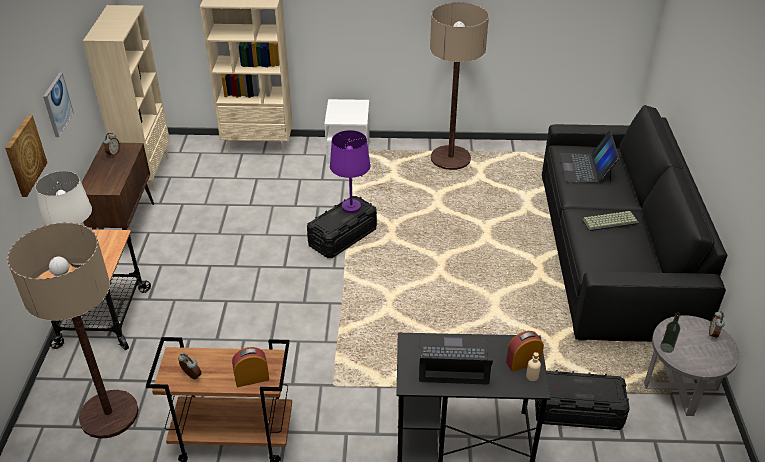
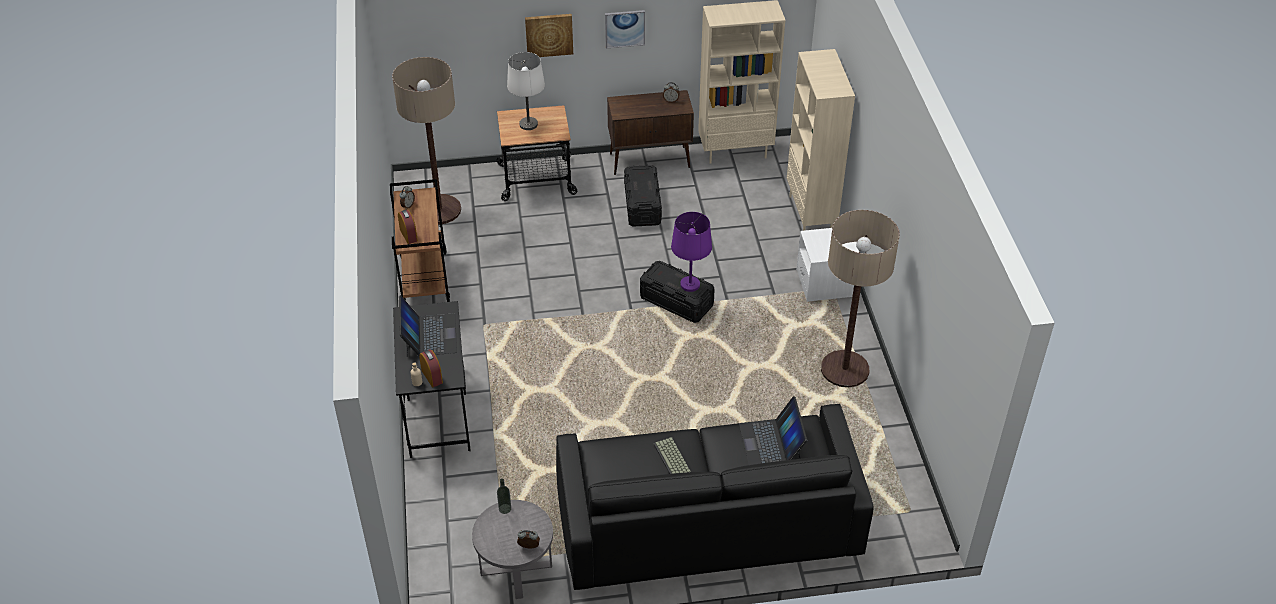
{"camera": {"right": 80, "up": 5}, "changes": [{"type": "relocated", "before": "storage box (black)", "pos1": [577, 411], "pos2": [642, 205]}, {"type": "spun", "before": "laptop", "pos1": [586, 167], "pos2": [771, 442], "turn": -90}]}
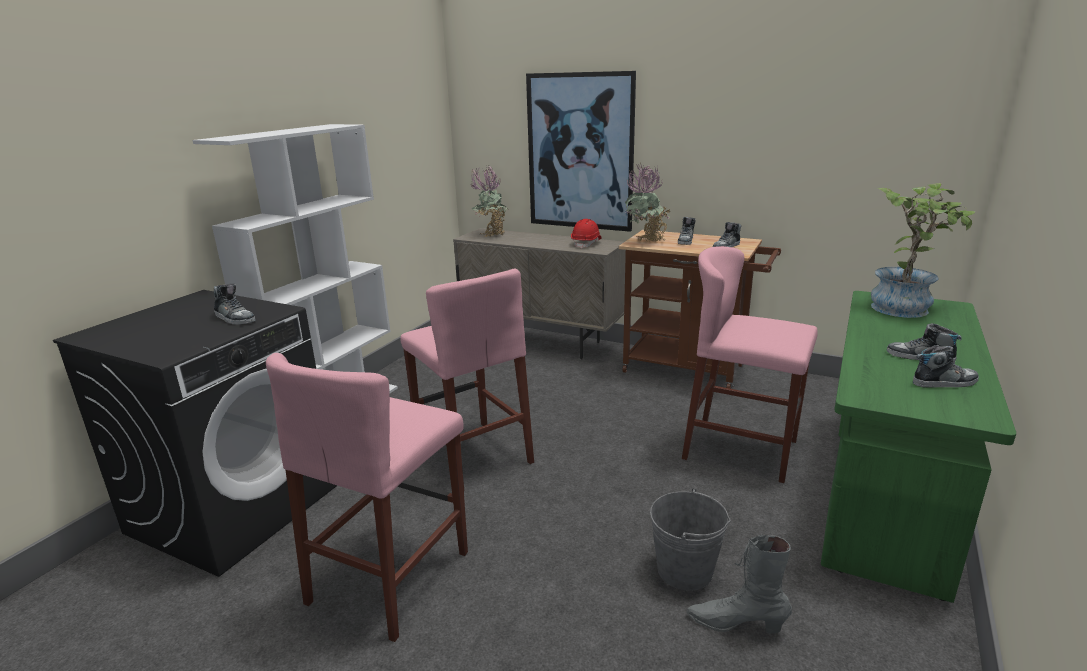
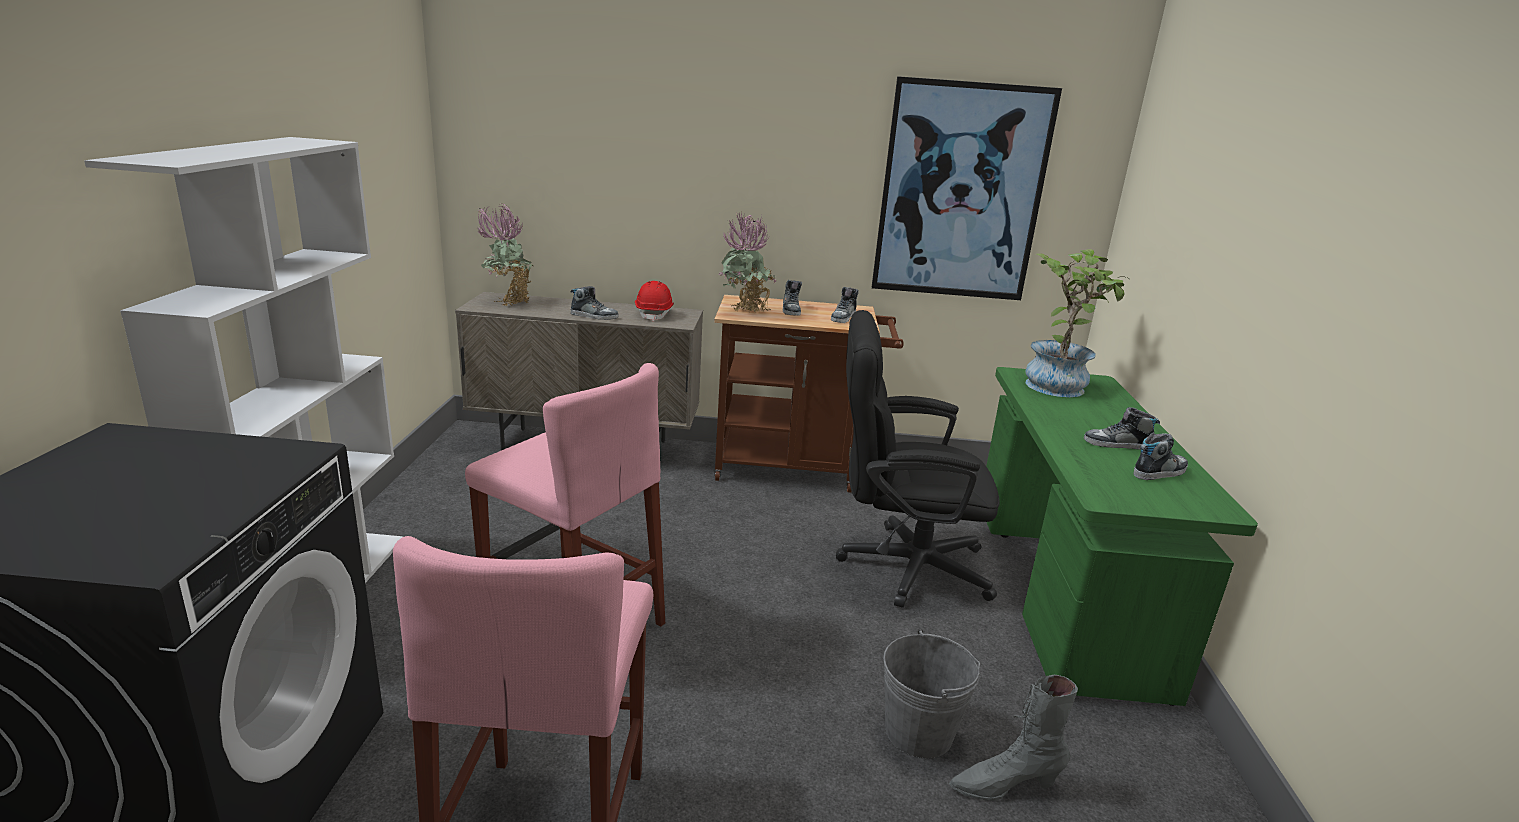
{"camera": {"right": -25, "up": 0}, "changes": [{"type": "relocated", "before": "shoe", "pos1": [235, 318], "pos2": [594, 316]}, {"type": "exchanged", "before": "stool (pink)", "after": "office chair (black)", "pos1": [740, 449], "pos2": [899, 565]}, {"type": "relocated", "before": "picture", "pos1": [580, 152], "pos2": [961, 192]}]}
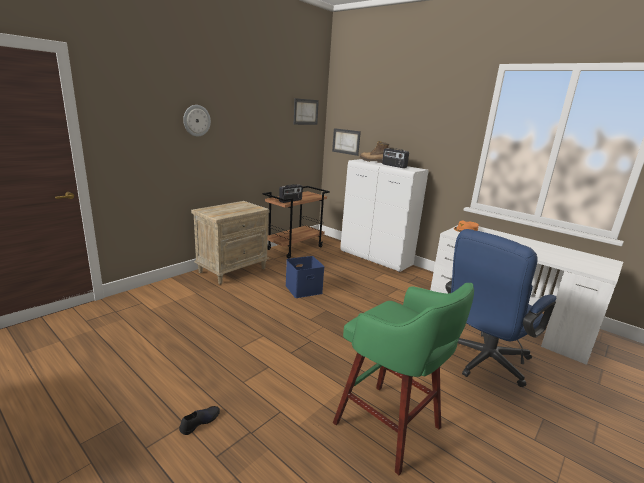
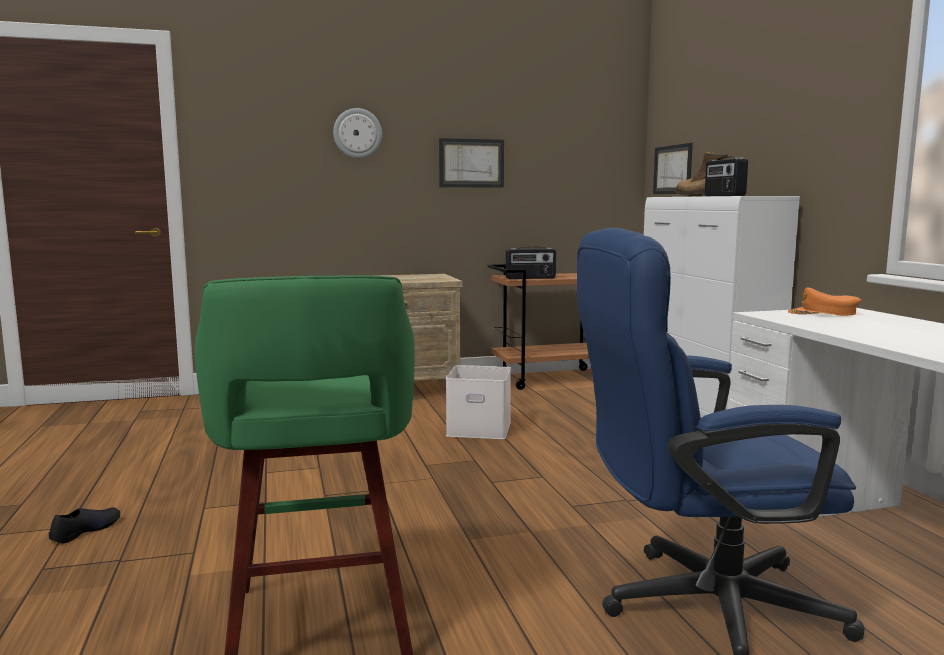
{"camera": {"right": 35, "up": -10}, "changes": [{"type": "spun", "before": "shoe (black)", "pos1": [200, 422], "pos2": [86, 530], "turn": -45}, {"type": "relocated", "before": "picture", "pos1": [305, 112], "pos2": [471, 163]}, {"type": "colour", "before": "storage box (blue)", "after": "storage box (white)", "pos1": [304, 289], "pos2": [480, 428]}]}
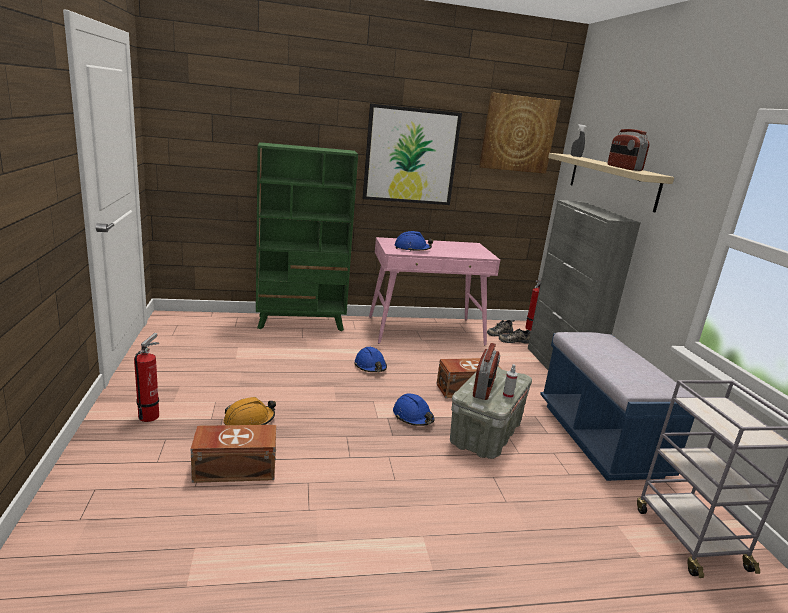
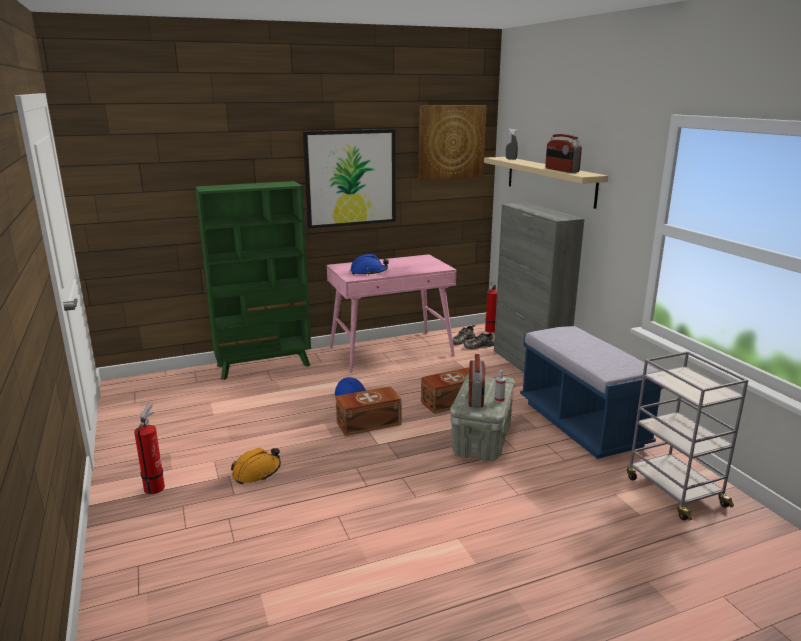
{"camera": {"right": -10, "up": 0}, "changes": [{"type": "relocated", "before": "storage box (brown)", "pos1": [234, 468], "pos2": [367, 423]}, {"type": "missing", "before": "hard hat (blue)", "pos1": [413, 417]}]}
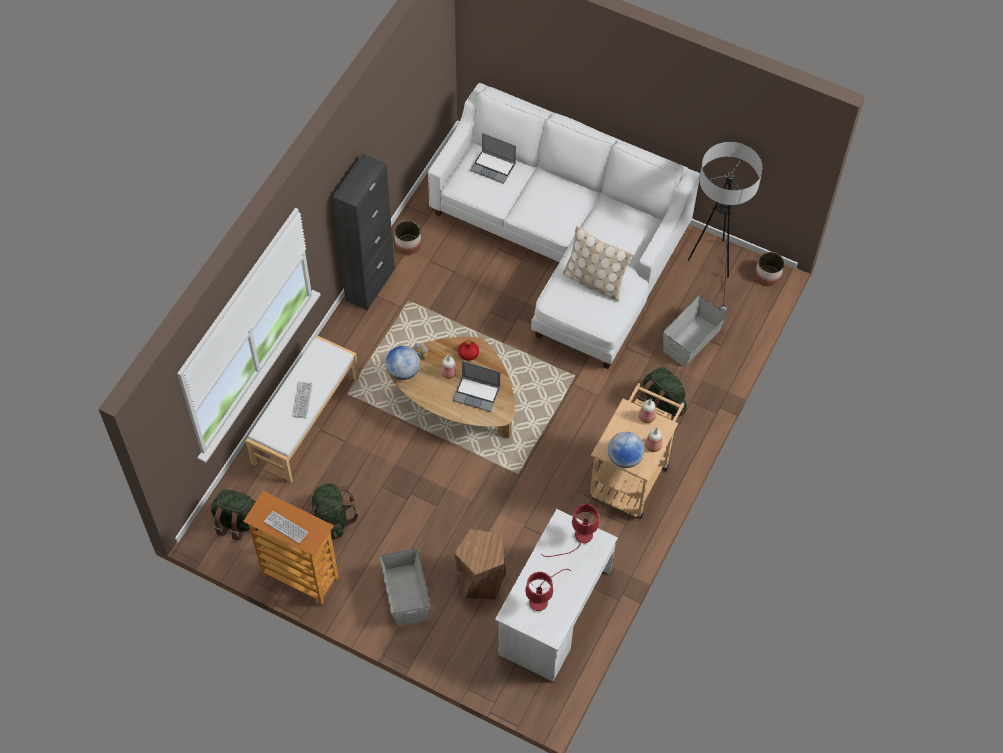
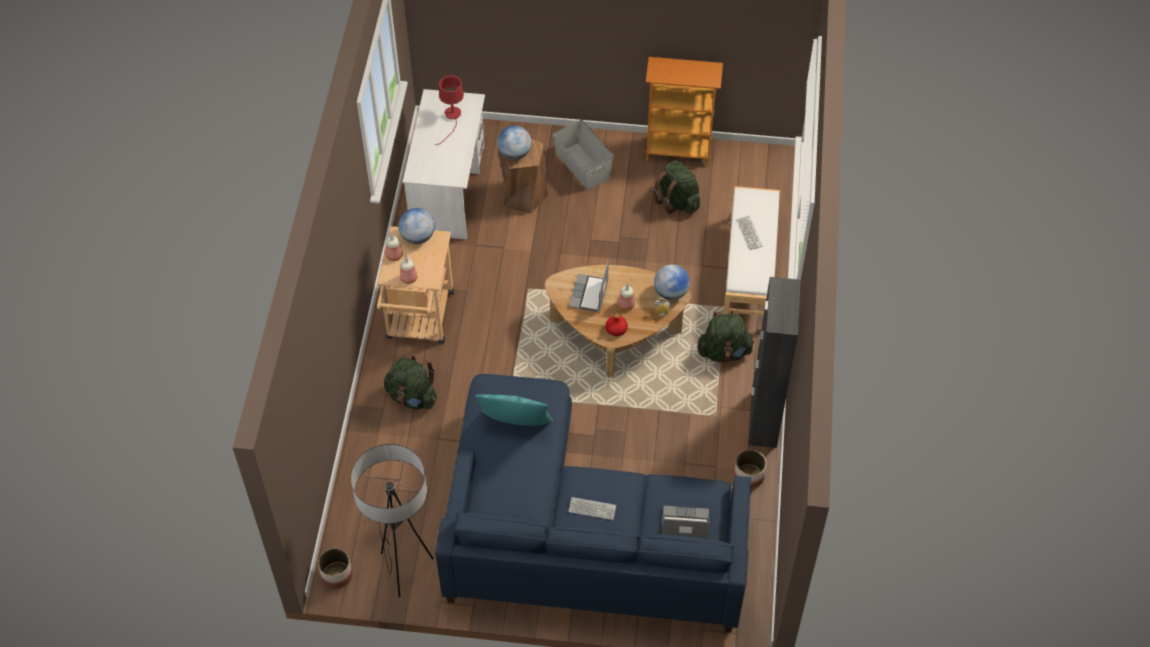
{"camera": {"right": 160, "up": -5}, "changes": [{"type": "colour", "before": "sofa (white)", "after": "sofa (blue)", "pos1": [565, 244], "pos2": [578, 535]}, {"type": "colour", "before": "pillow (beige)", "after": "pillow (turquoise)", "pos1": [594, 281], "pos2": [515, 424]}, {"type": "appeared", "after": "globe", "pos2": [514, 154]}, {"type": "spun", "before": "laptop", "pos1": [477, 394], "pos2": [589, 295], "turn": -75}, {"type": "relocated", "before": "keyboard", "pos1": [286, 527], "pos2": [592, 509]}, {"type": "relocated", "before": "backpack (green)", "pos1": [238, 521], "pos2": [724, 352]}, {"type": "missing", "before": "table lamp (red)", "pos1": [579, 539]}, {"type": "missing", "before": "storage box (grey)", "pos1": [691, 340]}]}
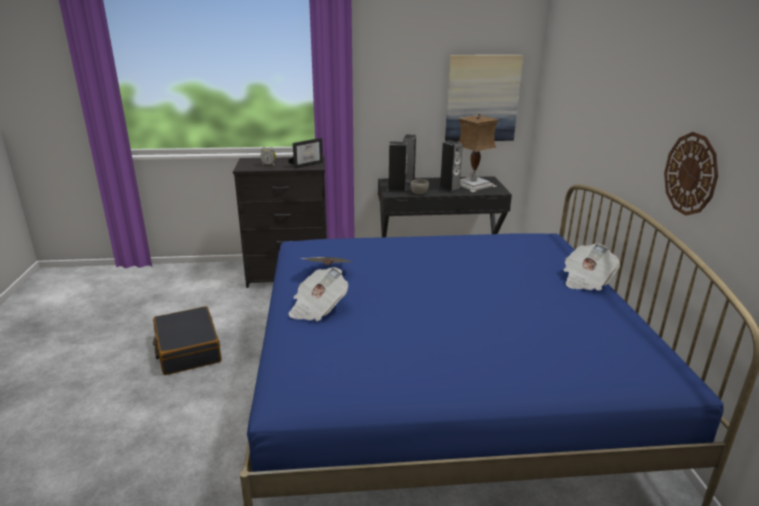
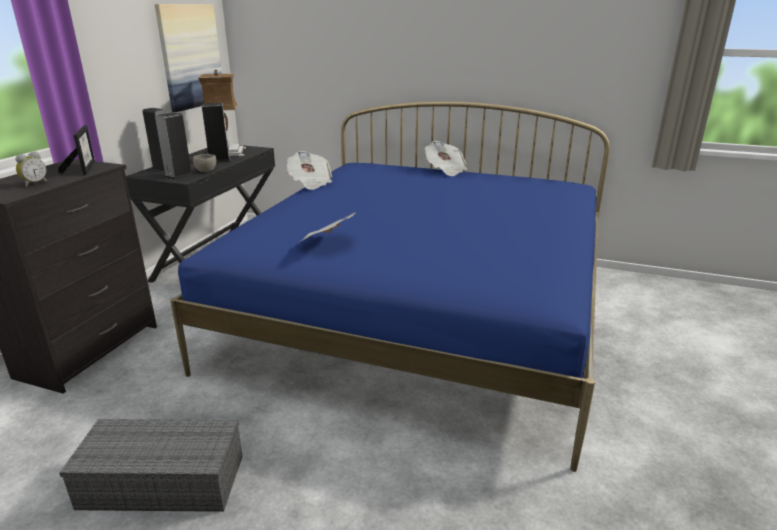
{"camera": {"right": -65, "up": 0}, "changes": [{"type": "exchanged", "before": "suitcase (black)", "after": "storage box (grey)", "pos1": [187, 350], "pos2": [165, 480]}, {"type": "relocated", "before": "newspaper", "pos1": [317, 308], "pos2": [310, 182]}, {"type": "missing", "before": "wall clock", "pos1": [691, 174]}]}
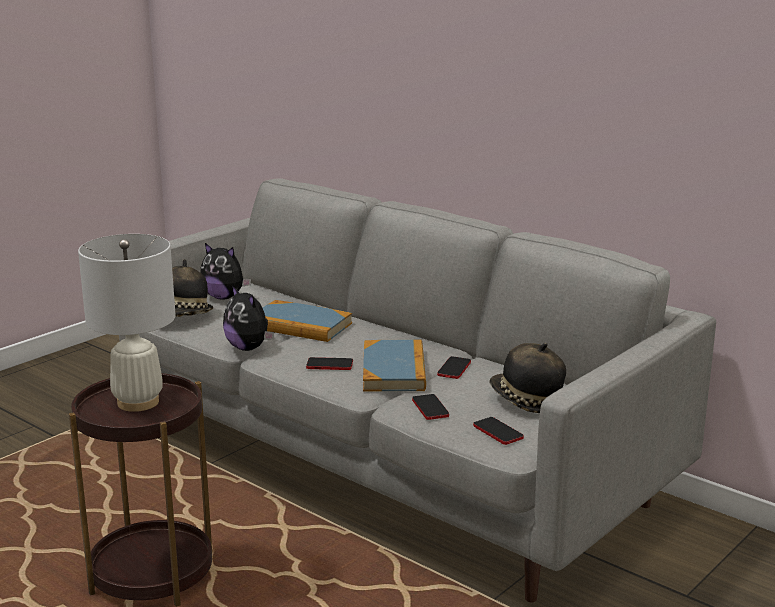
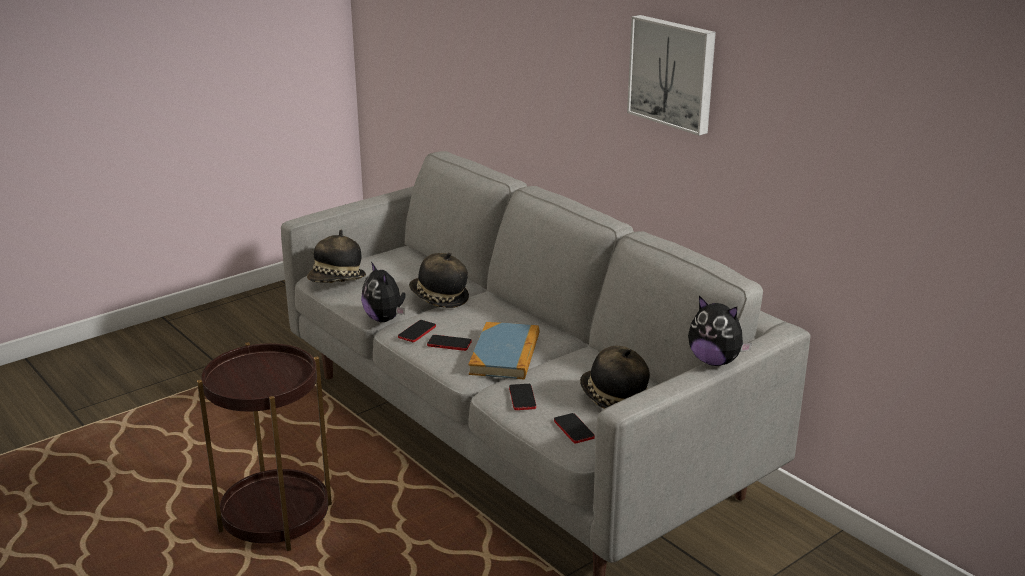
{"camera": {"right": 10, "up": 5}, "changes": [{"type": "relocated", "before": "phone", "pos1": [454, 368], "pos2": [417, 332]}, {"type": "exchanged", "before": "book", "after": "hat", "pos1": [300, 325], "pos2": [438, 299]}, {"type": "appeared", "after": "picture", "pos2": [673, 73]}, {"type": "relocated", "before": "plush toy", "pos1": [224, 297], "pos2": [715, 361]}, {"type": "missing", "before": "table lamp (white)", "pos1": [138, 402]}]}
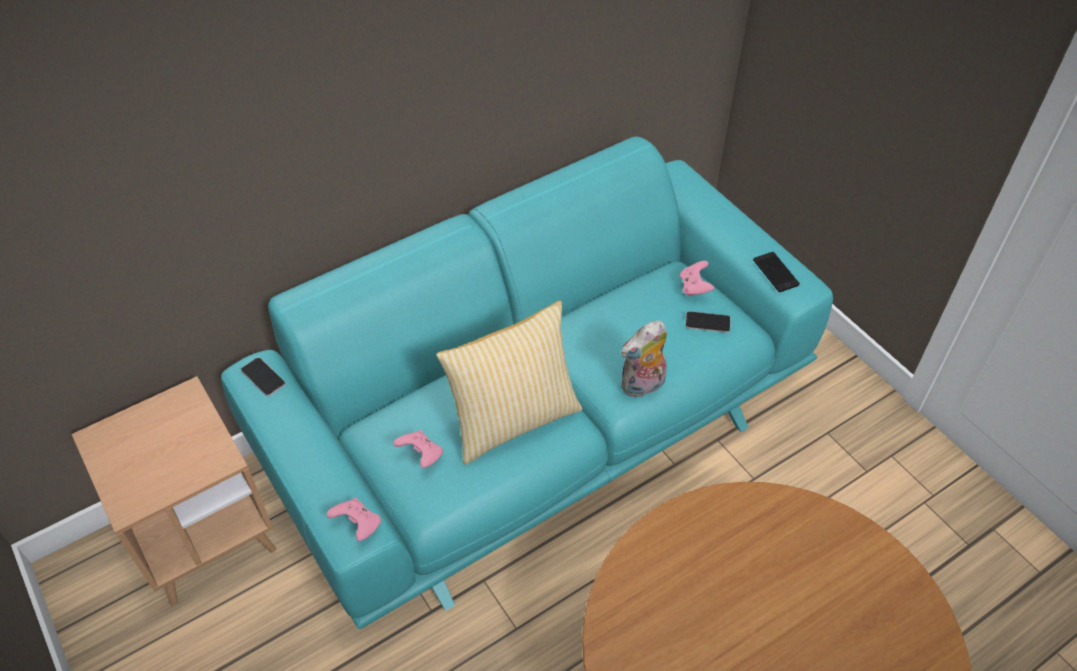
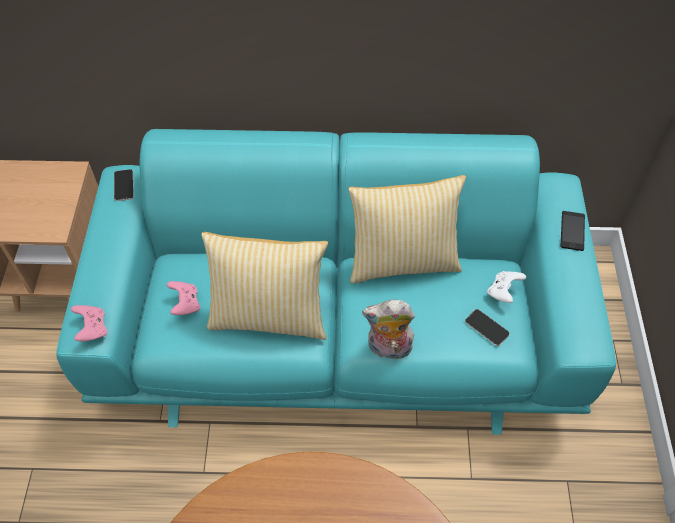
{"camera": {"right": 35, "up": 5}, "changes": [{"type": "appeared", "after": "pillow", "pos2": [402, 261]}, {"type": "colour", "before": "game controller (pink)", "after": "game controller (white)", "pos1": [694, 287], "pos2": [503, 292]}, {"type": "relocated", "before": "phone", "pos1": [775, 272], "pos2": [572, 231]}]}
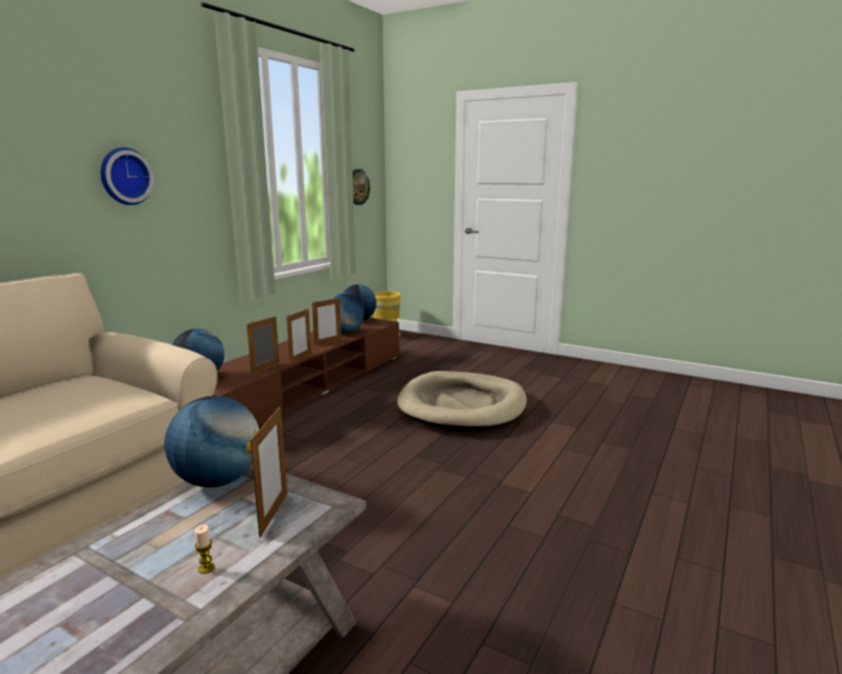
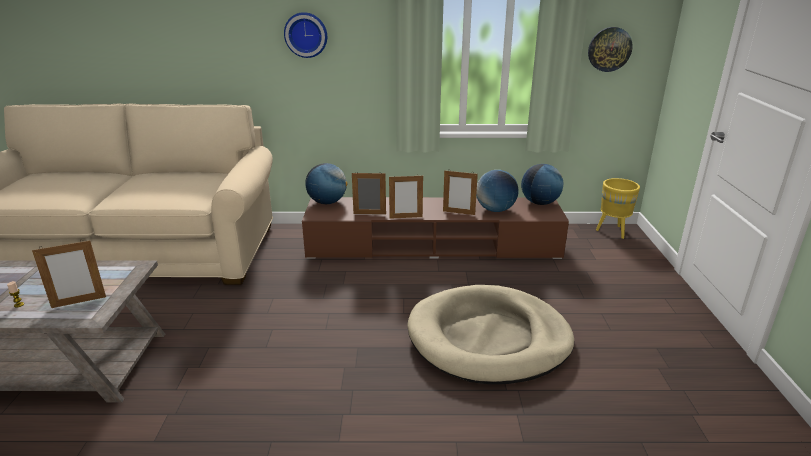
{"camera": {"right": 60, "up": 10}, "changes": [{"type": "missing", "before": "globe", "pos1": [218, 481]}]}
